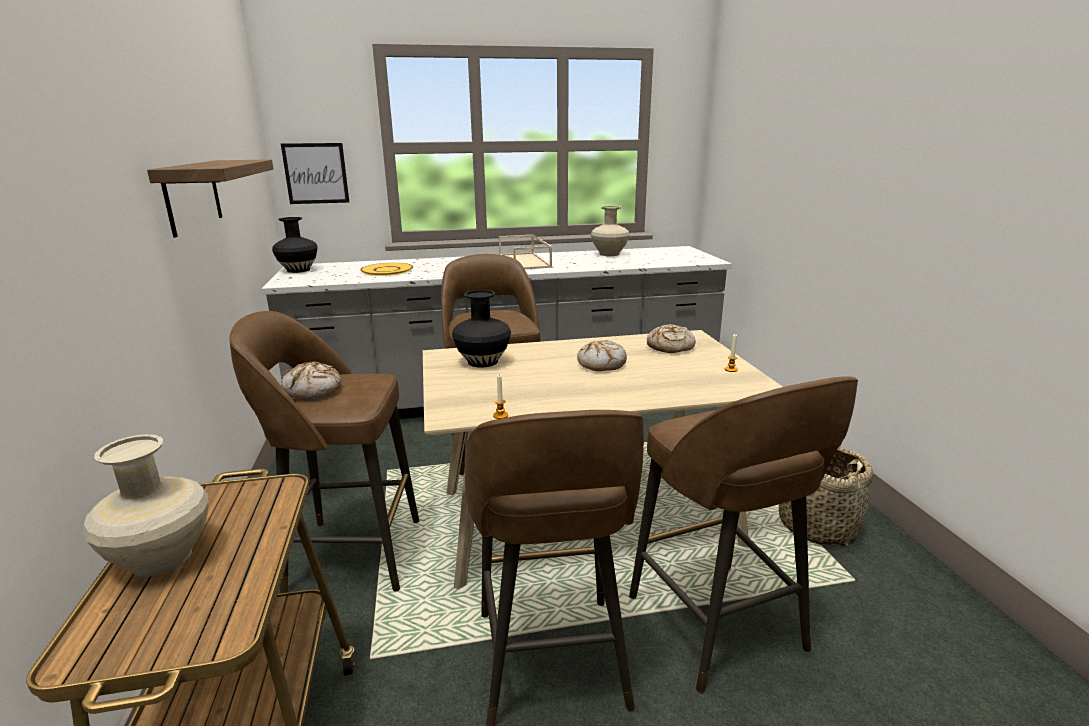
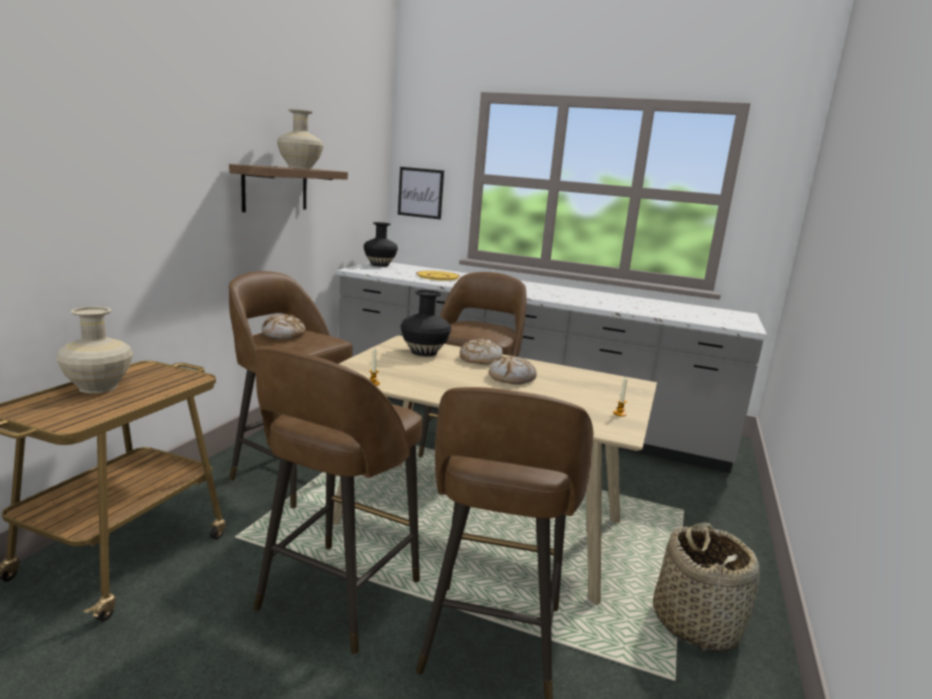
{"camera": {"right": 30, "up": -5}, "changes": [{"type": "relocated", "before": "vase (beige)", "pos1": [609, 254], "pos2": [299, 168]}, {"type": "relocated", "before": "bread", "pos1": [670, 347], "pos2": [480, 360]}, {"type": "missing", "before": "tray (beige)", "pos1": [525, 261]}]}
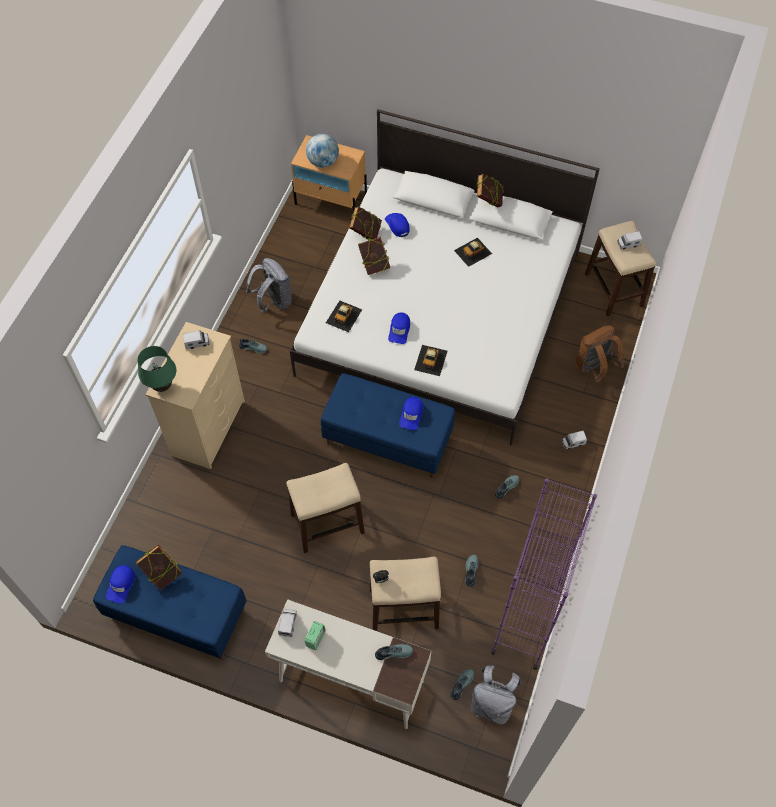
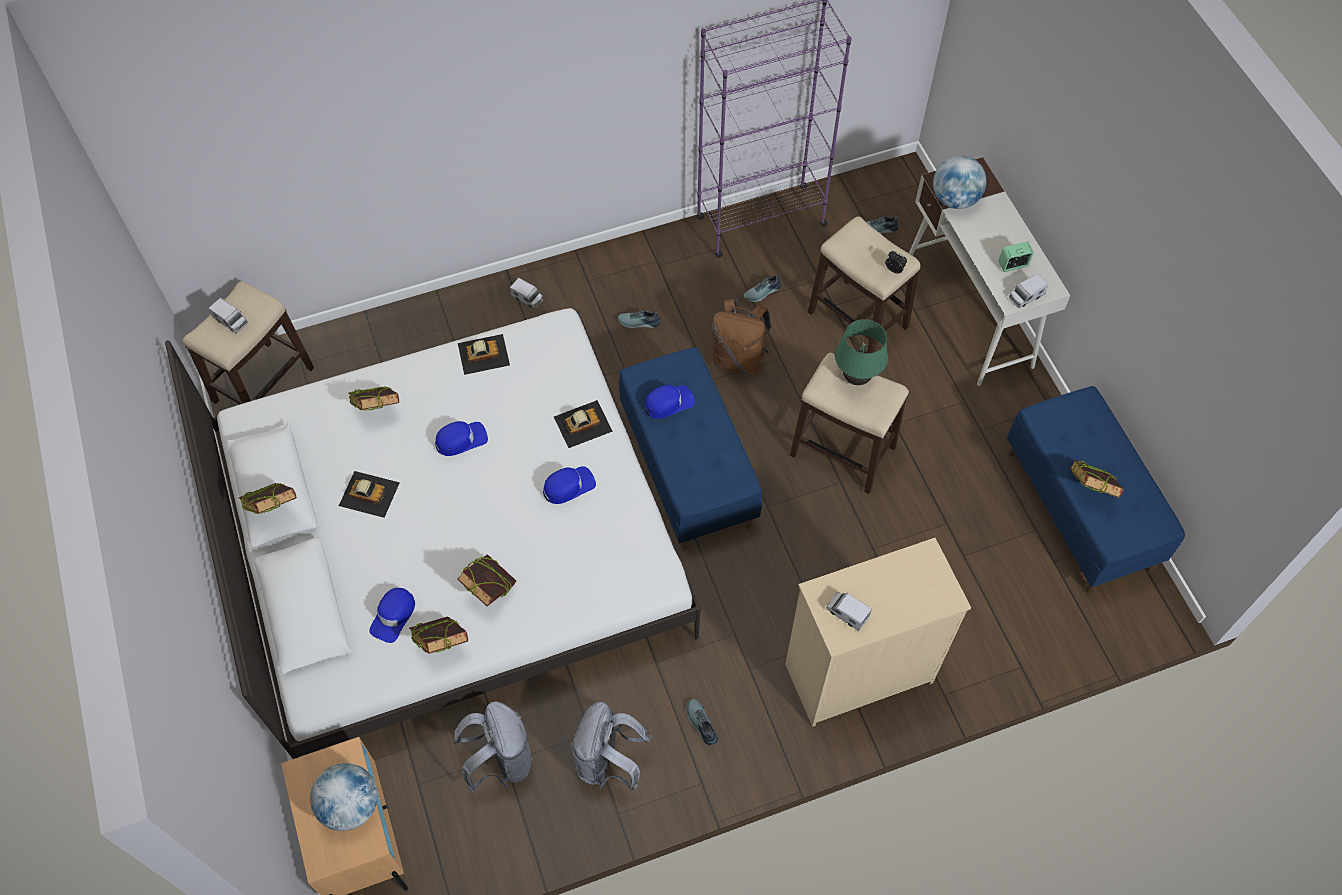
{"camera": {"right": -130, "up": 0}, "changes": [{"type": "appeared", "after": "book", "pos2": [378, 411]}, {"type": "relocated", "before": "cap (blue)", "pos1": [121, 584], "pos2": [461, 440]}, {"type": "relocated", "before": "backpack (grey)", "pos1": [492, 703], "pos2": [501, 760]}, {"type": "relocated", "before": "toy car", "pos1": [344, 316], "pos2": [483, 354]}, {"type": "relocated", "before": "backpack (brown)", "pos1": [594, 368], "pos2": [739, 359]}, {"type": "relocated", "before": "table lamp (green)", "pos1": [162, 386], "pos2": [856, 378]}, {"type": "exchanged", "before": "shoe", "after": "globe", "pos1": [393, 652], "pos2": [954, 199]}]}
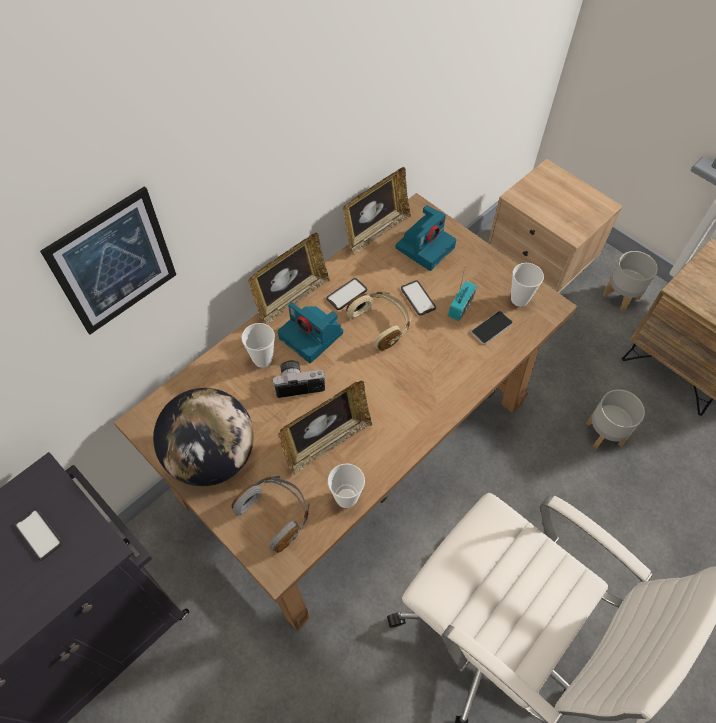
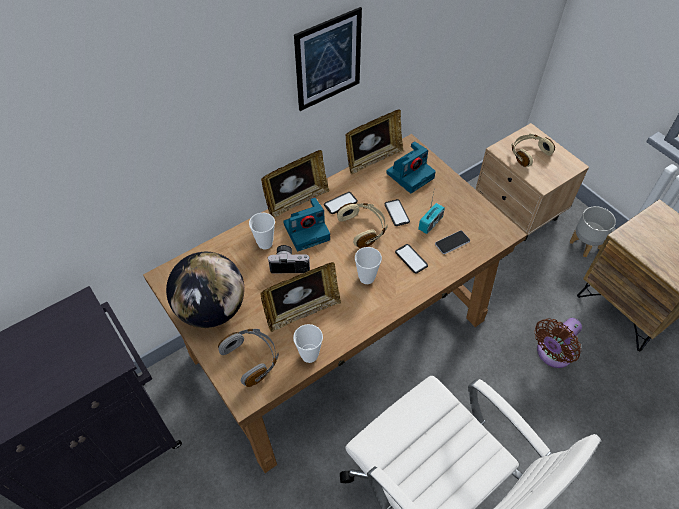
{"camera": {"right": 10, "up": -5}, "changes": [{"type": "spun", "before": "photo camera", "pos1": [312, 336], "pos2": [307, 231], "turn": -75}, {"type": "relocated", "before": "picture", "pos1": [114, 263], "pos2": [328, 60]}, {"type": "relocated", "before": "cup", "pos1": [519, 299], "pos2": [366, 278]}, {"type": "relocated", "before": "phone", "pos1": [38, 534], "pos2": [411, 259]}, {"type": "appeared", "after": "headphones (beige)", "pos2": [528, 153]}, {"type": "exchanged", "before": "planter (grey)", "after": "fan (brown)", "pos1": [605, 433], "pos2": [552, 354]}]}
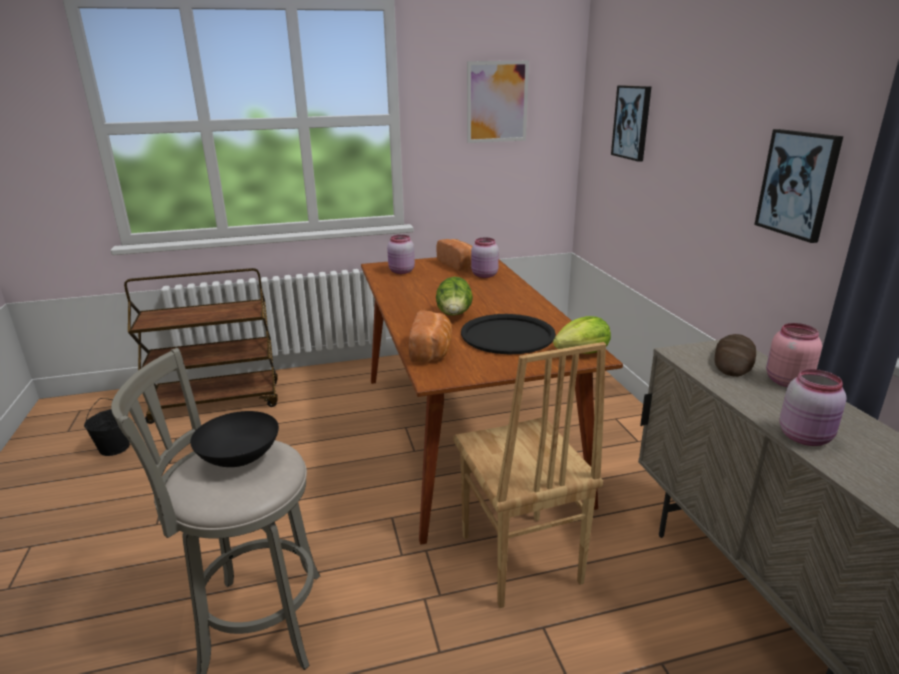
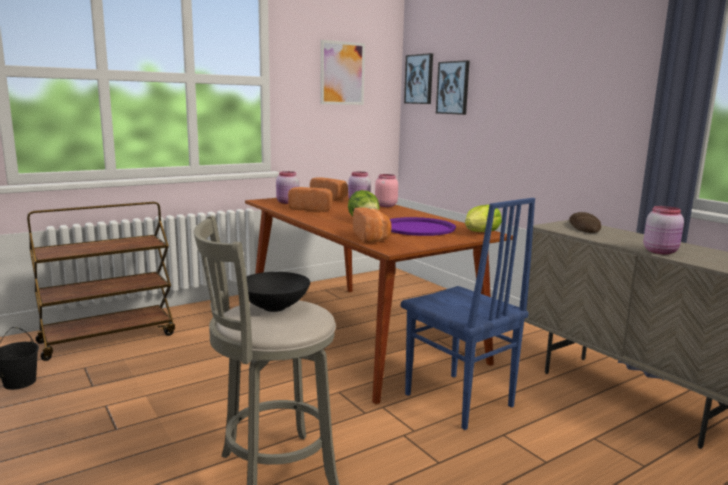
{"camera": {"right": -20, "up": -10}, "changes": [{"type": "appeared", "after": "bread", "pos2": [312, 209]}, {"type": "relocated", "before": "jar (pink)", "pos1": [785, 381], "pos2": [385, 205]}, {"type": "colour", "before": "tray (black)", "after": "tray (purple)", "pos1": [507, 335], "pos2": [418, 228]}, {"type": "colour", "before": "chair (brown)", "after": "chair (blue)", "pos1": [518, 560], "pos2": [458, 401]}, {"type": "relocated", "before": "picture", "pos1": [798, 184], "pos2": [419, 79]}]}
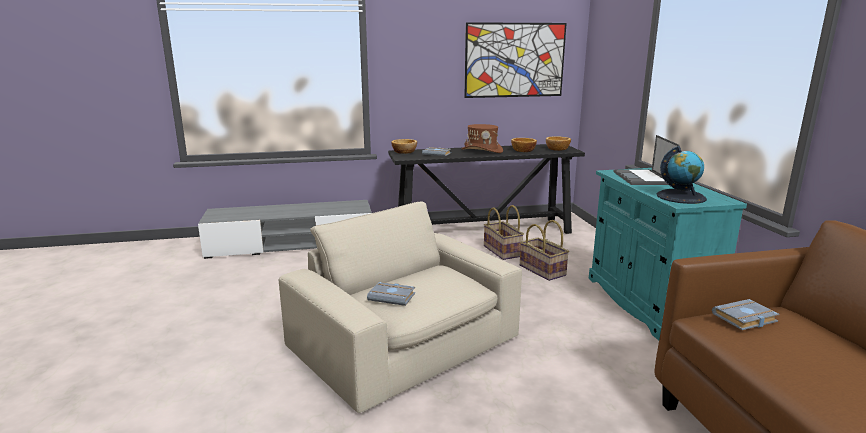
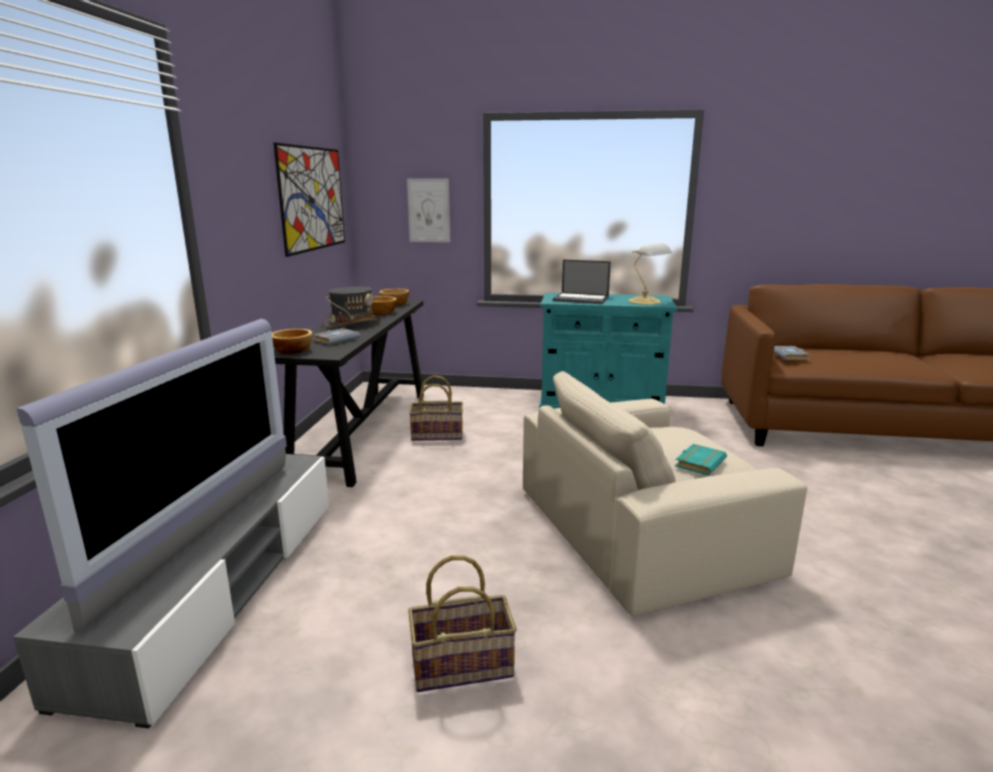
{"camera": {"right": -70, "up": 0}, "changes": [{"type": "appeared", "after": "television", "pos2": [205, 532]}, {"type": "colour", "before": "hat (brown)", "after": "hat (grey)", "pos1": [482, 150], "pos2": [352, 323]}, {"type": "appeared", "after": "picture", "pos2": [429, 210]}, {"type": "relocated", "before": "basket", "pos1": [543, 270], "pos2": [462, 664]}, {"type": "exchanged", "before": "globe", "after": "table lamp", "pos1": [681, 197], "pos2": [646, 301]}, {"type": "colour", "before": "book (grey)", "after": "book (turquoise)", "pos1": [393, 297], "pos2": [699, 462]}]}
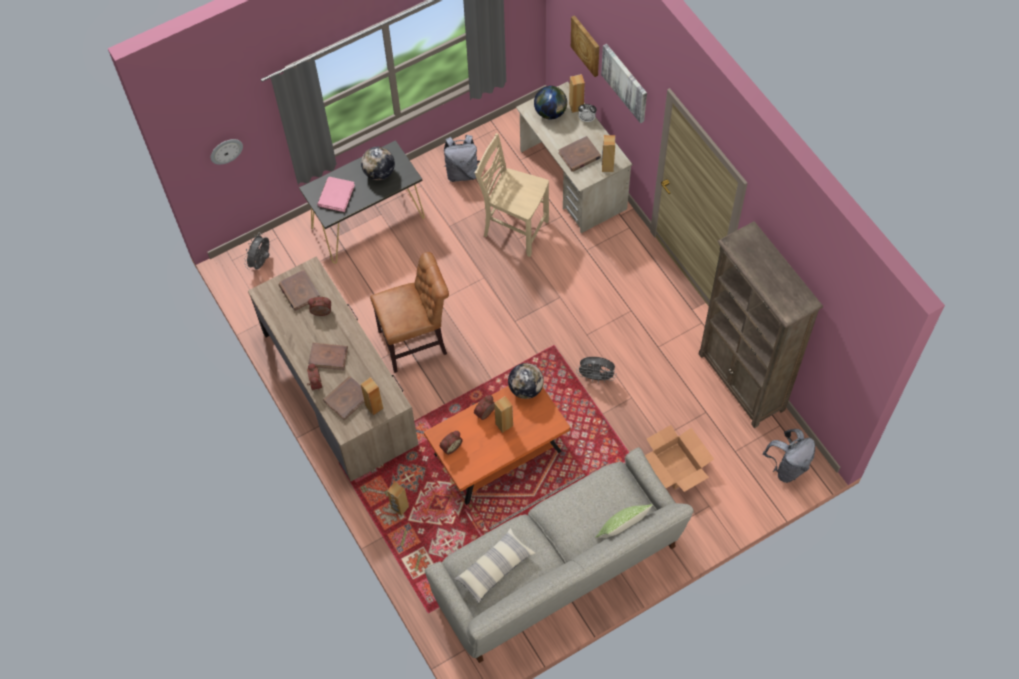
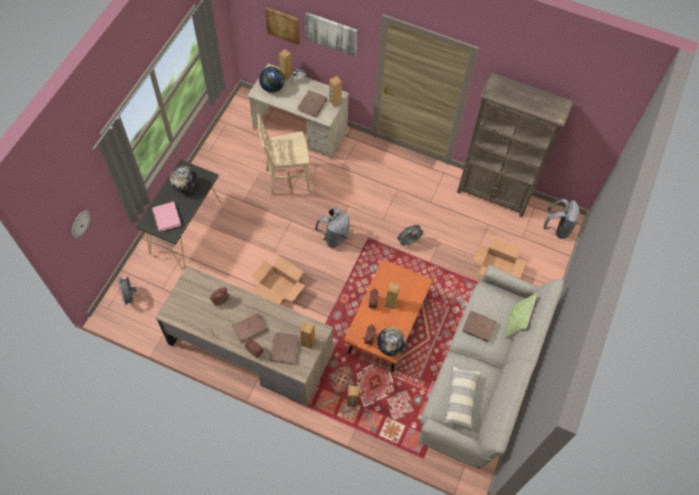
{"camera": {"right": -40, "up": 0}, "changes": [{"type": "exchanged", "before": "chair (brown)", "after": "cardboard box", "pos1": [416, 341], "pos2": [279, 287]}, {"type": "relocated", "before": "backpack (grey)", "pos1": [462, 172], "pos2": [334, 237]}, {"type": "relocated", "before": "globe", "pos1": [525, 388], "pos2": [390, 346]}, {"type": "relocated", "before": "book (brown)", "pos1": [299, 291], "pos2": [478, 327]}]}
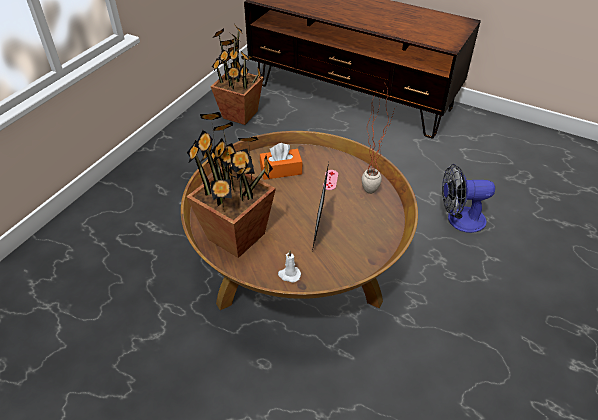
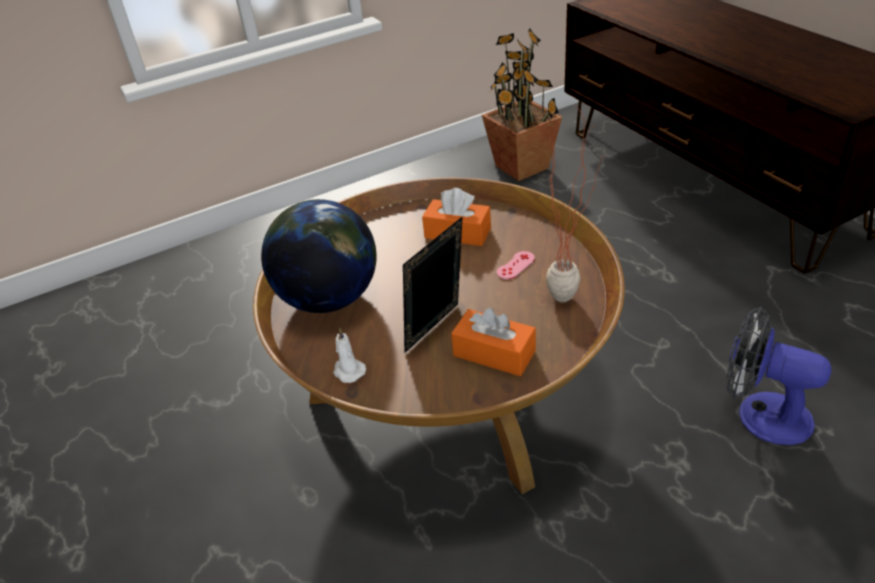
{"camera": {"right": 35, "up": -5}, "changes": [{"type": "exchanged", "before": "potted plant", "after": "globe", "pos1": [237, 236], "pos2": [329, 298]}, {"type": "appeared", "after": "tissue box (orange)", "pos2": [494, 353]}]}
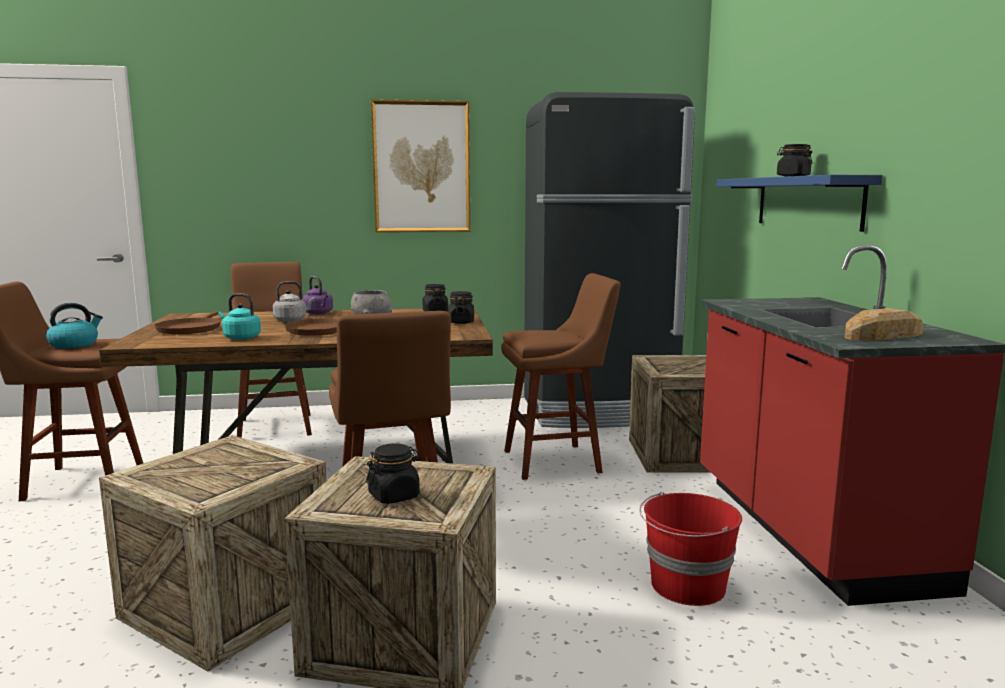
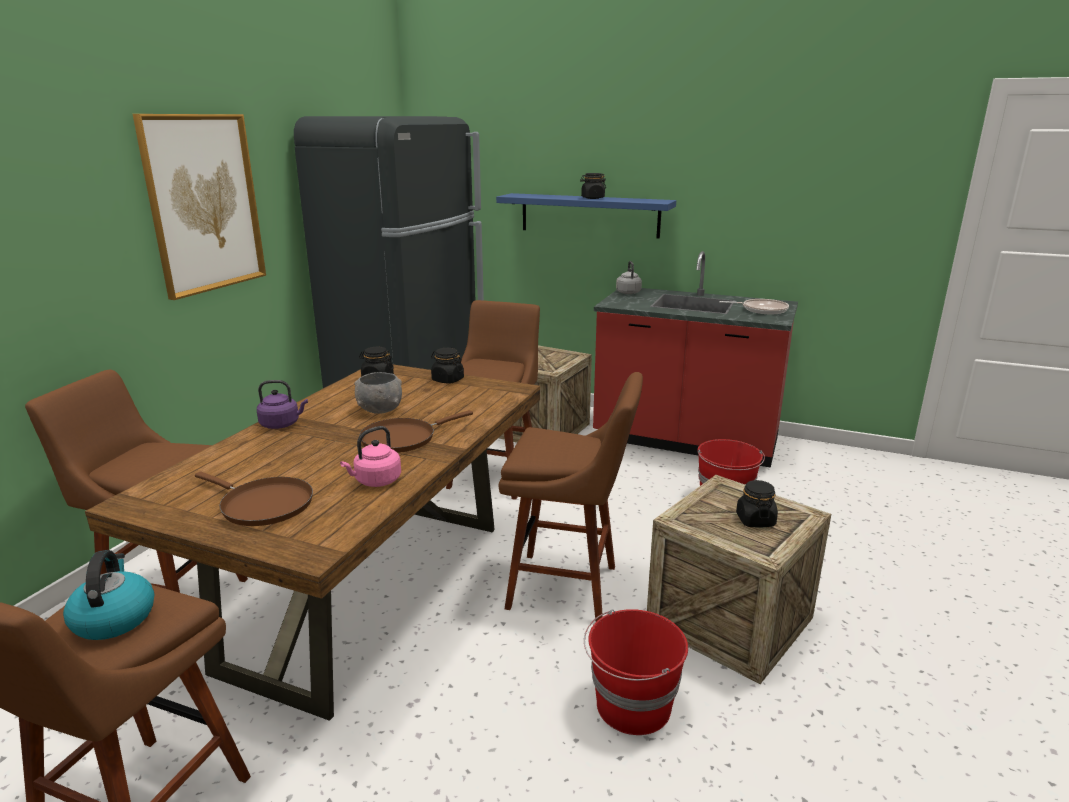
{"camera": {"right": -60, "up": 10}, "changes": [{"type": "colour", "before": "kettle (turquoise)", "after": "kettle (pink)", "pos1": [240, 338], "pos2": [376, 481]}, {"type": "exchanged", "before": "crate", "after": "bucket (red)", "pos1": [227, 606], "pos2": [632, 706]}, {"type": "relocated", "before": "kettle (grey)", "pos1": [292, 320], "pos2": [628, 292]}, {"type": "exchanged", "before": "bread", "after": "frying pan", "pos1": [884, 335], "pos2": [761, 310]}]}
